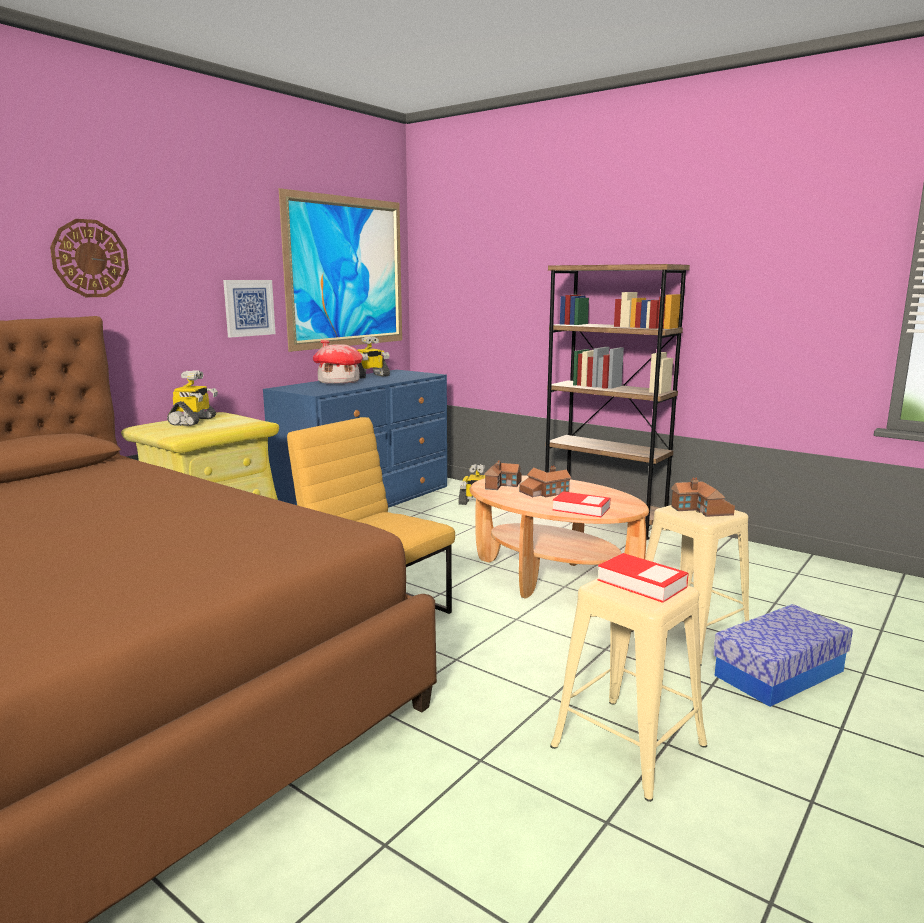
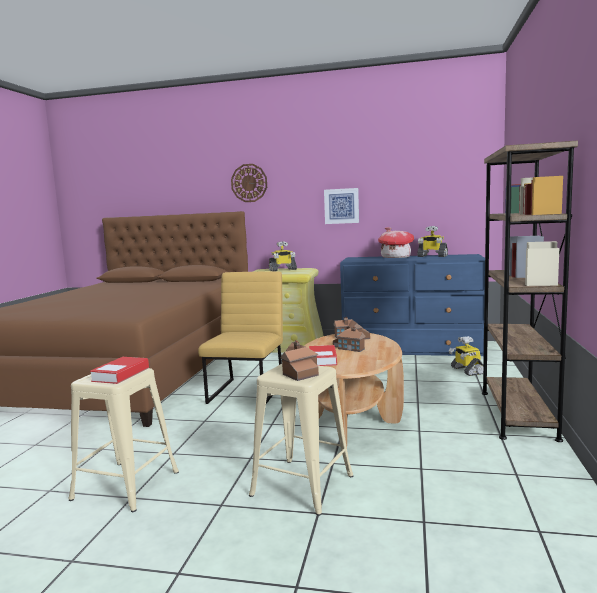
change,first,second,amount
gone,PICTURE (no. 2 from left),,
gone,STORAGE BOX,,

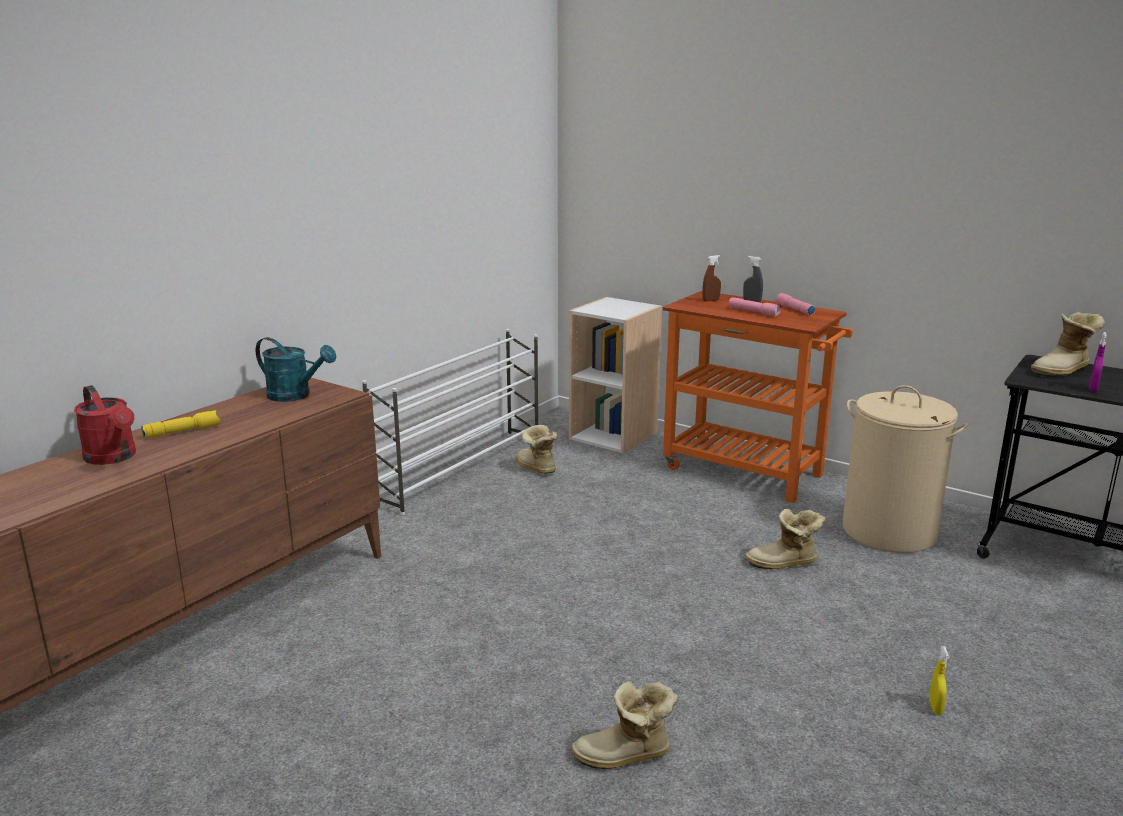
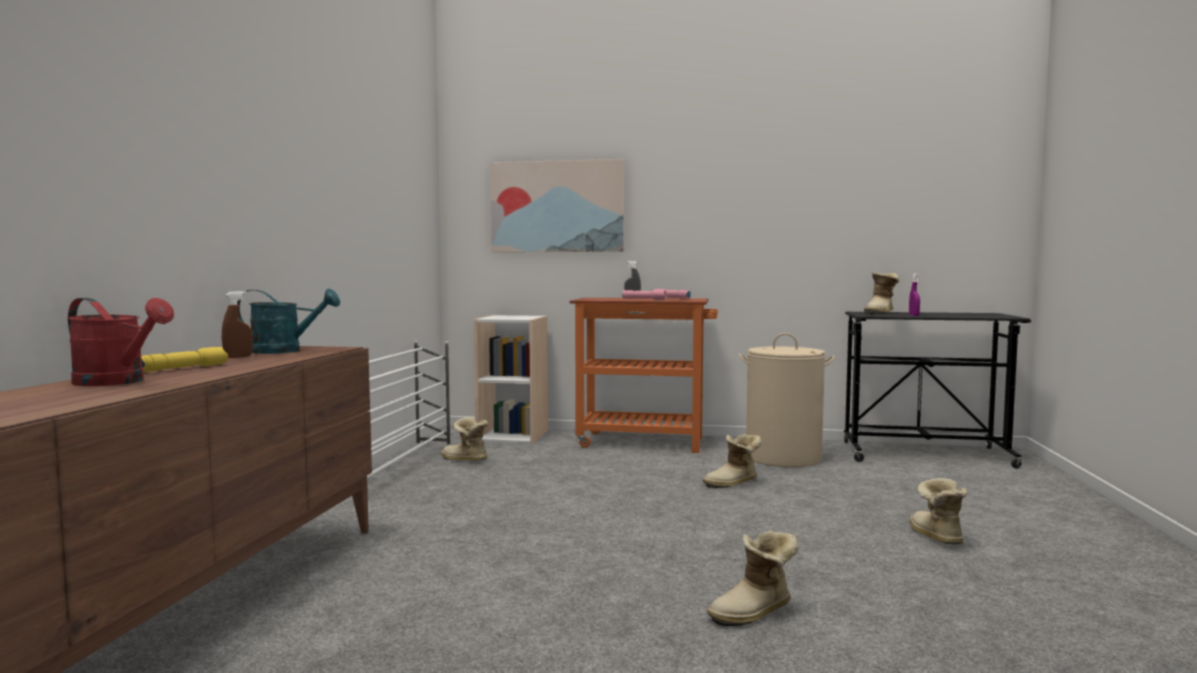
change,first,second,amount
shifted,BROWN SPRAY BOTTLE,,
new,,PICTURE,
swapped,YELLOW SPRAY BOTTLE,BOOT (no. 5 from left),

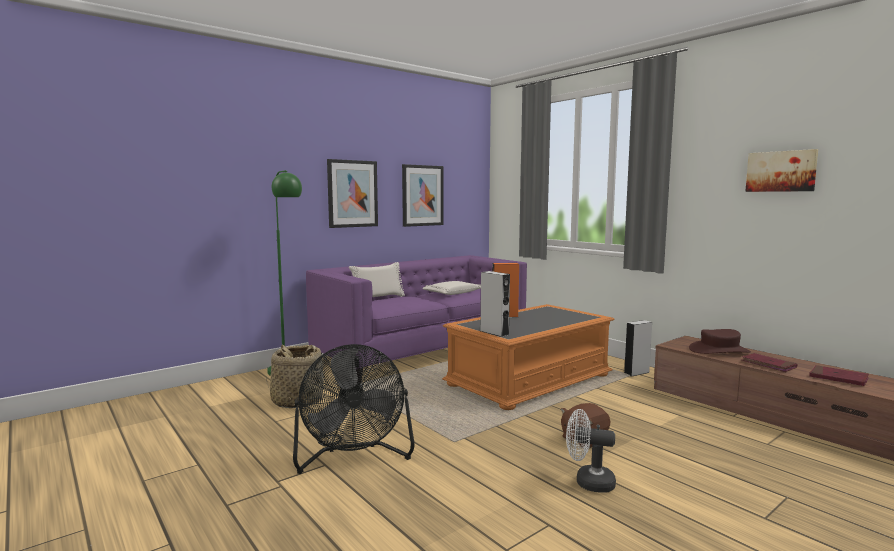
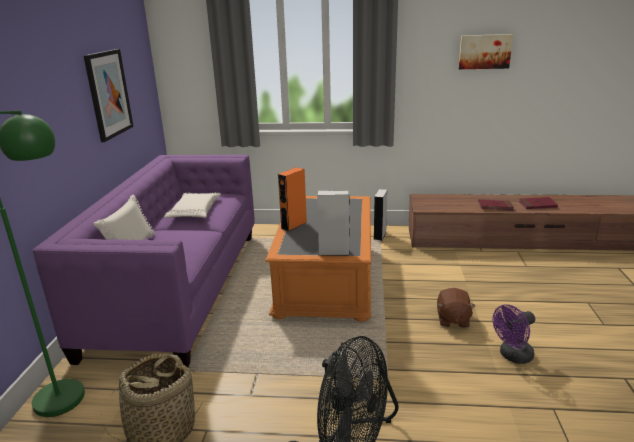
change,first,second,amount
repainted,WHITE FAN,PURPLE FAN,
gone,PICTURE (no. 1 from left),,
gone,BROWN HAT,,

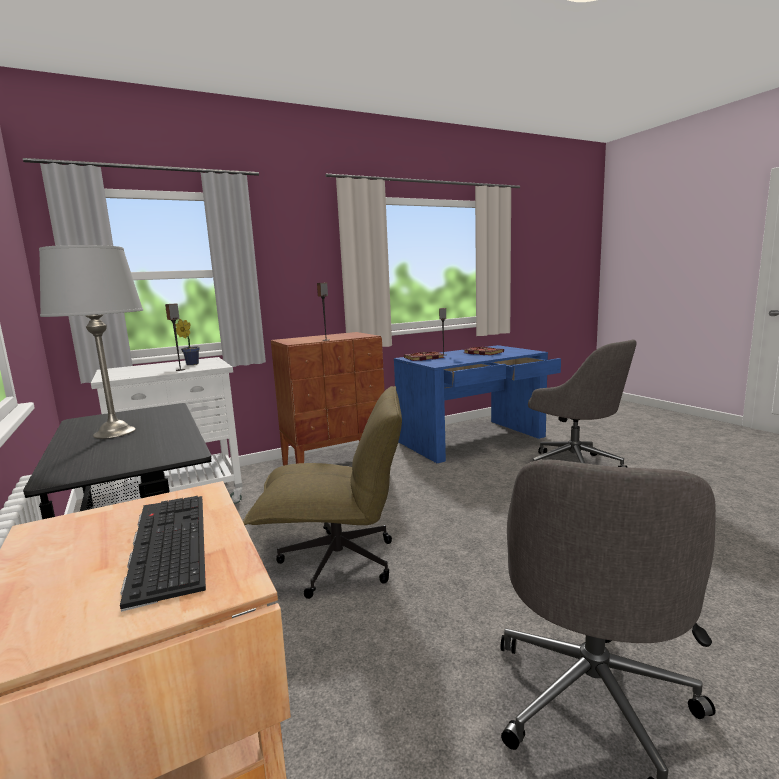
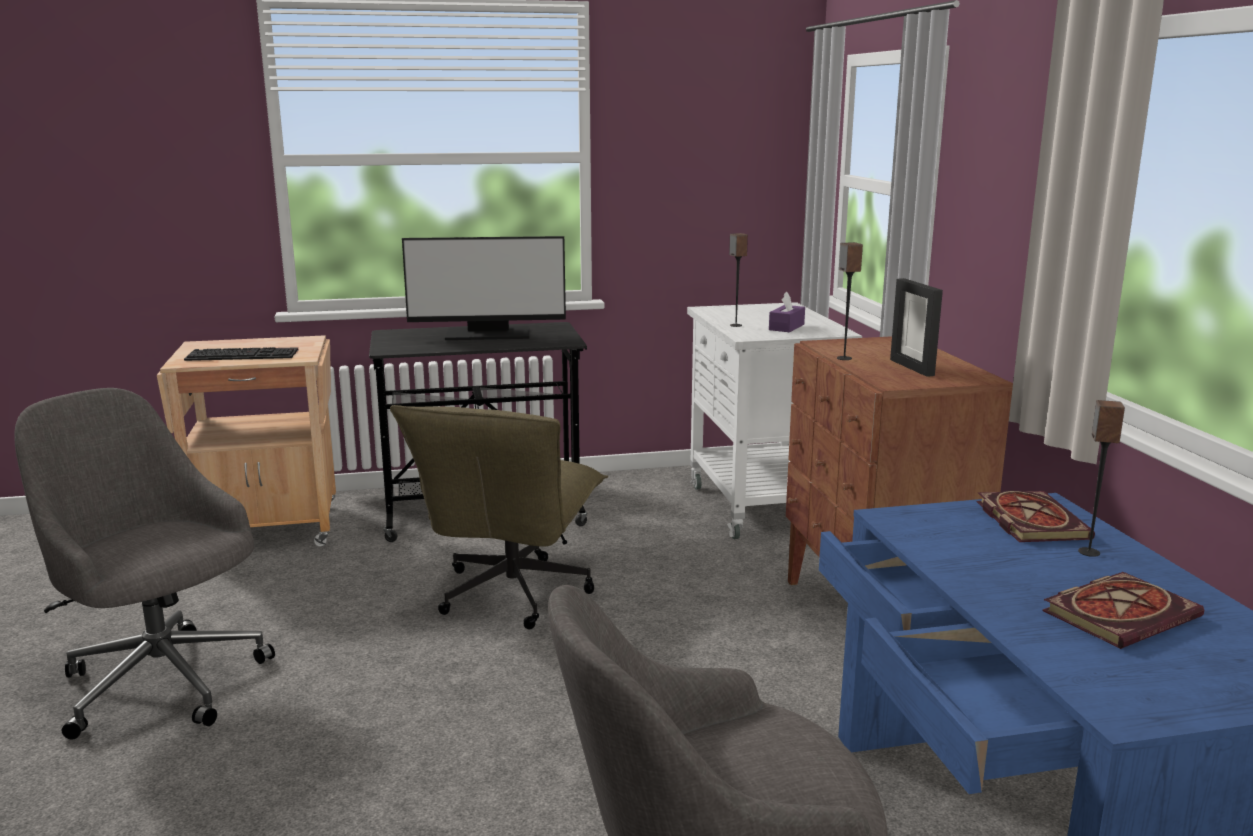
change,first,second,amount
swapped,GREY TABLE LAMP,MONITOR,
swapped,POTTED PLANT,PURPLE TISSUE BOX,
new,,PICTURE FRAME,

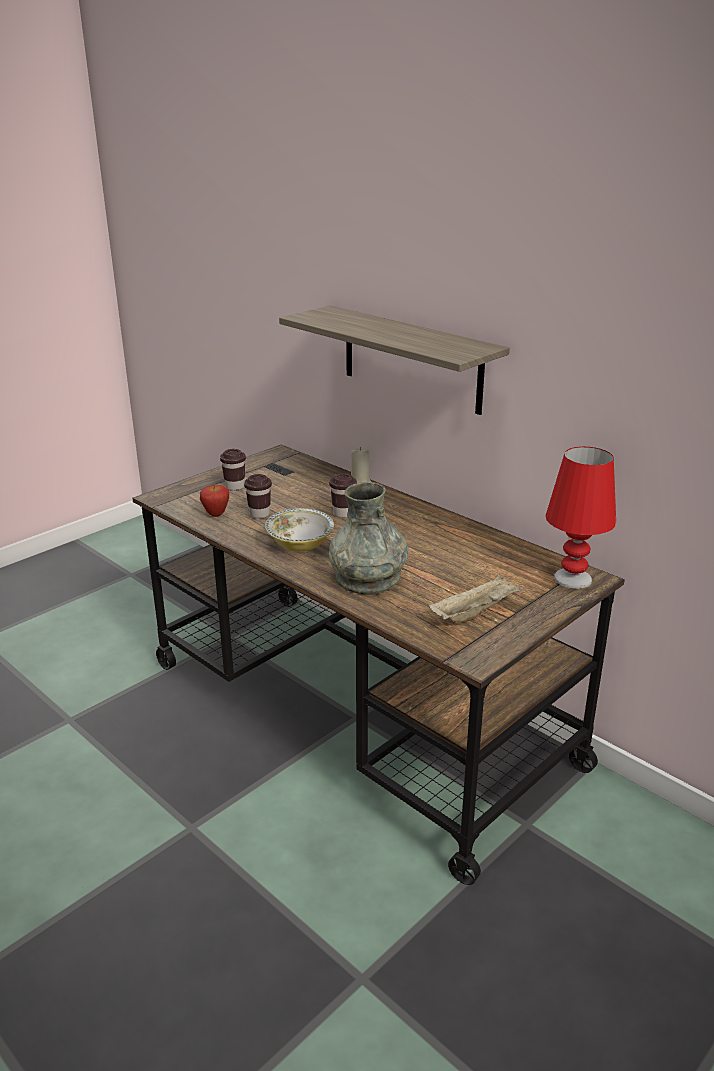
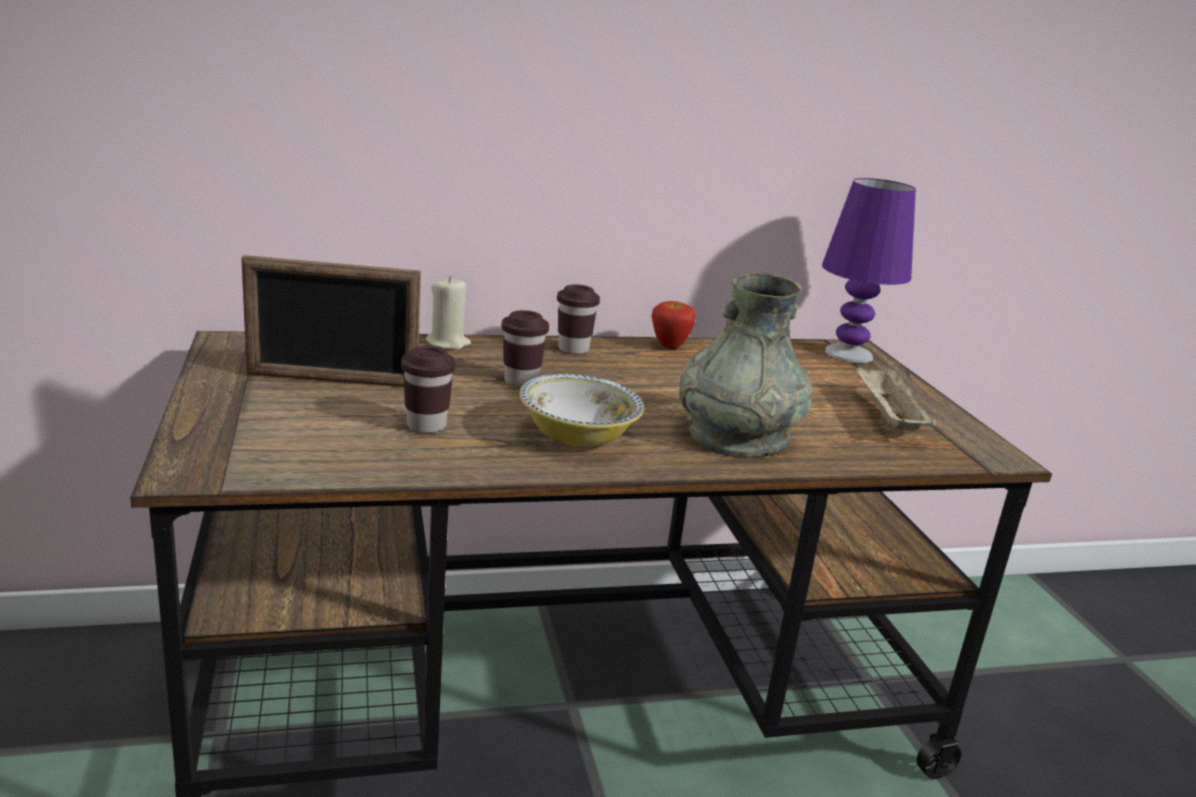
change,first,second,amount
new,,PICTURE FRAME,
shifted,BROWN CUP (no. 1 from left in the first image),BROWN CUP (no. 3 from left),
shifted,APPLE,,
repainted,RED TABLE LAMP,PURPLE TABLE LAMP,
gone,SHELF,,

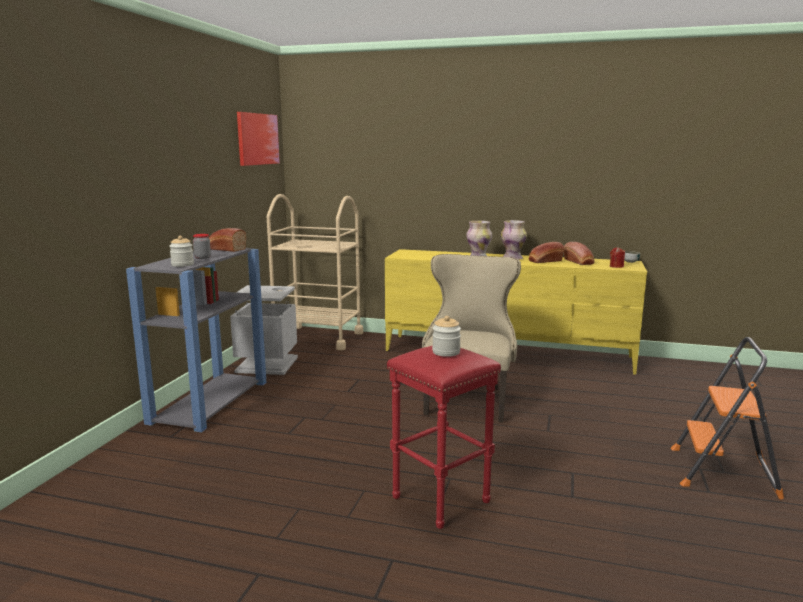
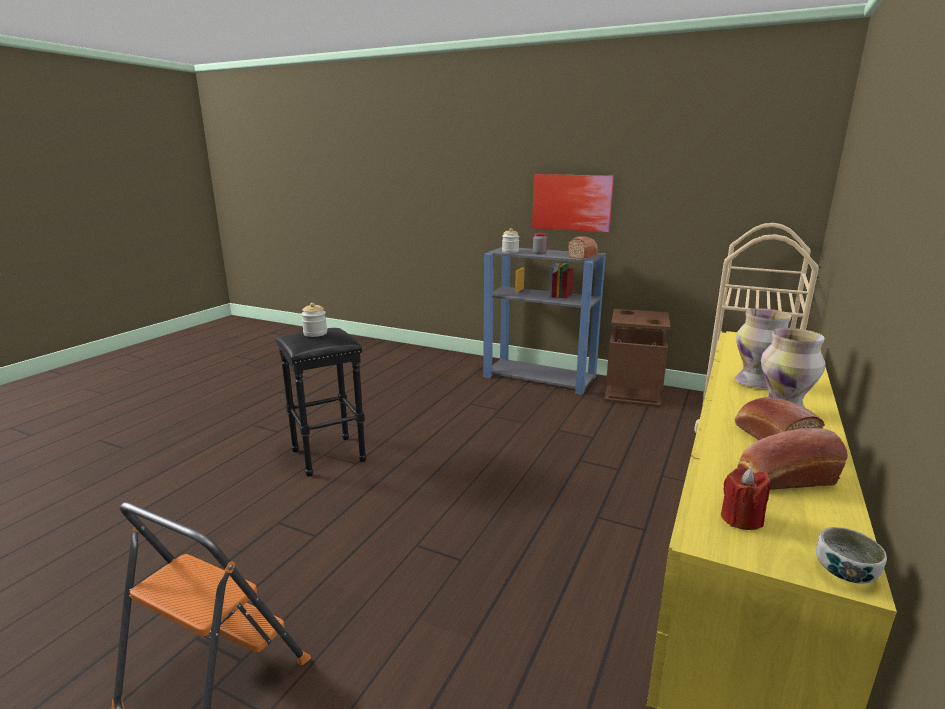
change,first,second,amount
repainted,RED STOOL,BLACK STOOL,
shifted,PICTURE,,
repainted,GREY TRASH CAN,BROWN TRASH CAN,
gone,BEIGE CHAIR,,

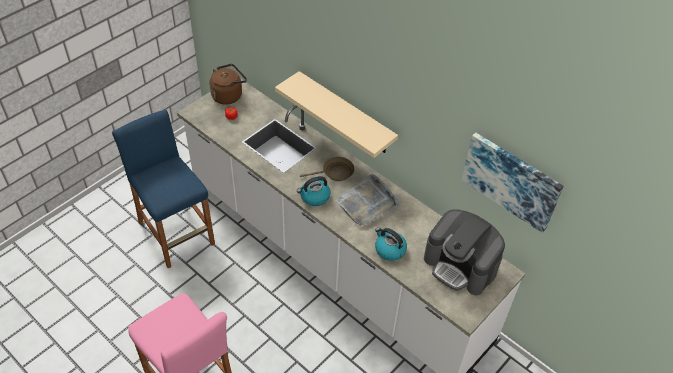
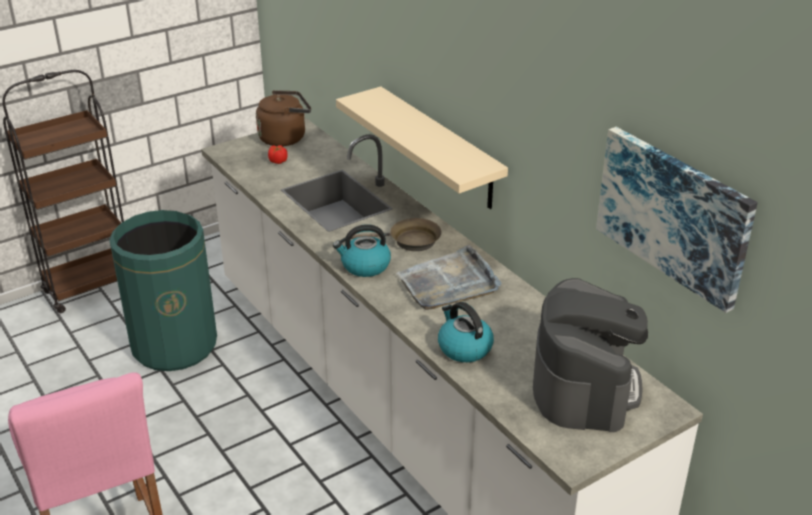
change,first,second,amount
new,,BROWN CART,
swapped,BLUE STOOL,GREEN TRASH CAN,
rotated,COFFEE MACHINE,,135 degrees counterclockwise

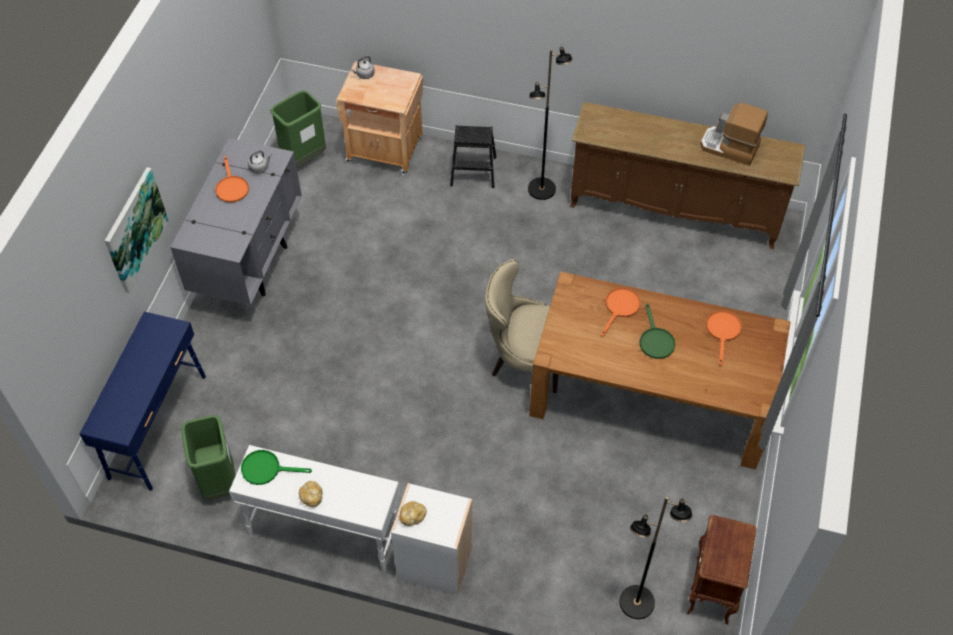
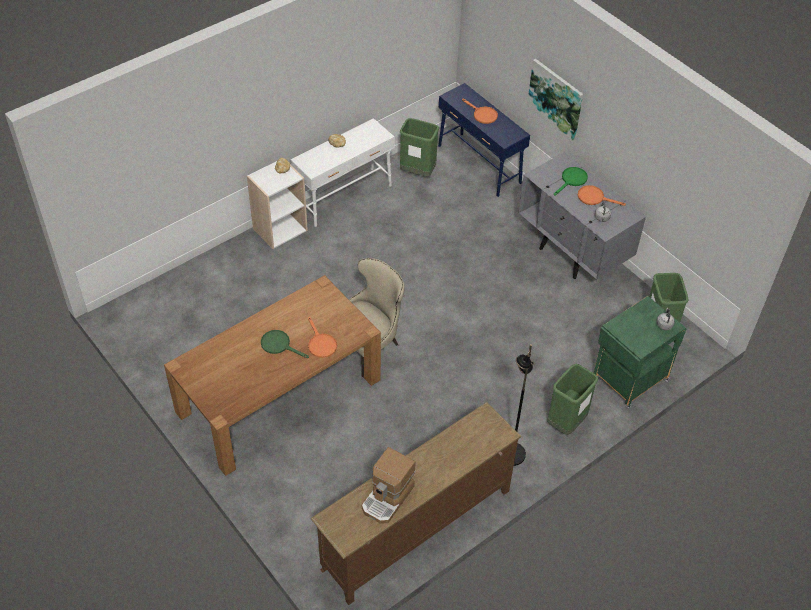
change,first,second,amount
rotated,COFFEE MACHINE,,150 degrees clockwise
shifted,ORANGE FRYING PAN (no. 3 from left in the first image),ORANGE FRYING PAN (no. 2 from left),
swapped,BLACK STEP LADDER,GREEN TRASH CAN (no. 2 from left),
shifted,GREEN FRYING PAN (no. 1 from left in the first image),GREEN FRYING PAN (no. 2 from left),
repainted,BROWN CART,GREEN CART,
gone,BLACK FLOOR LAMP (no. 2 from left),,
gone,BROWN NIGHTSTAND,,

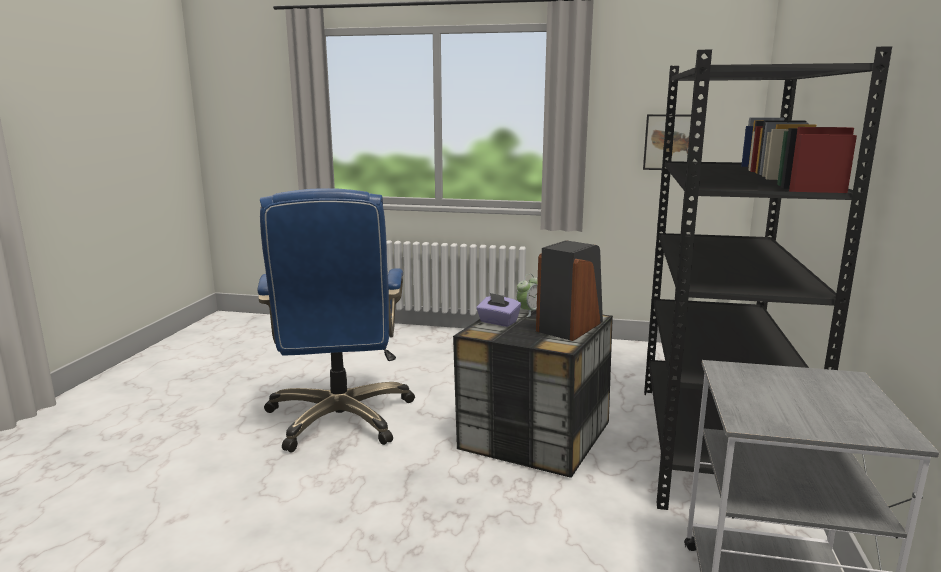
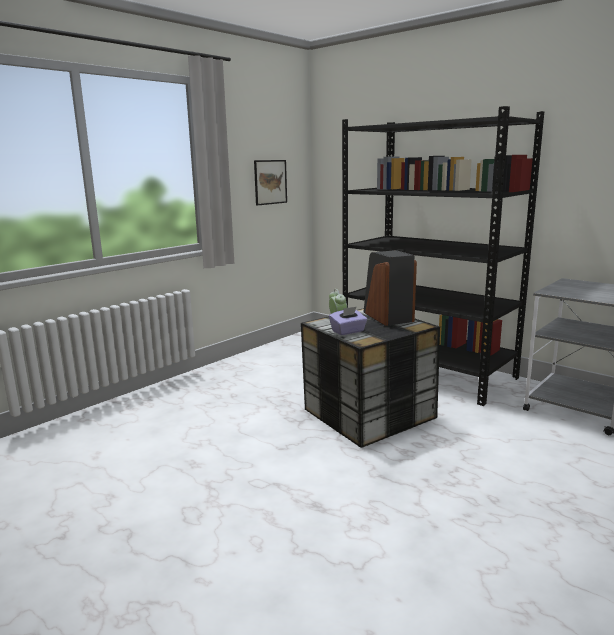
change,first,second,amount
gone,BLUE OFFICE CHAIR,,

